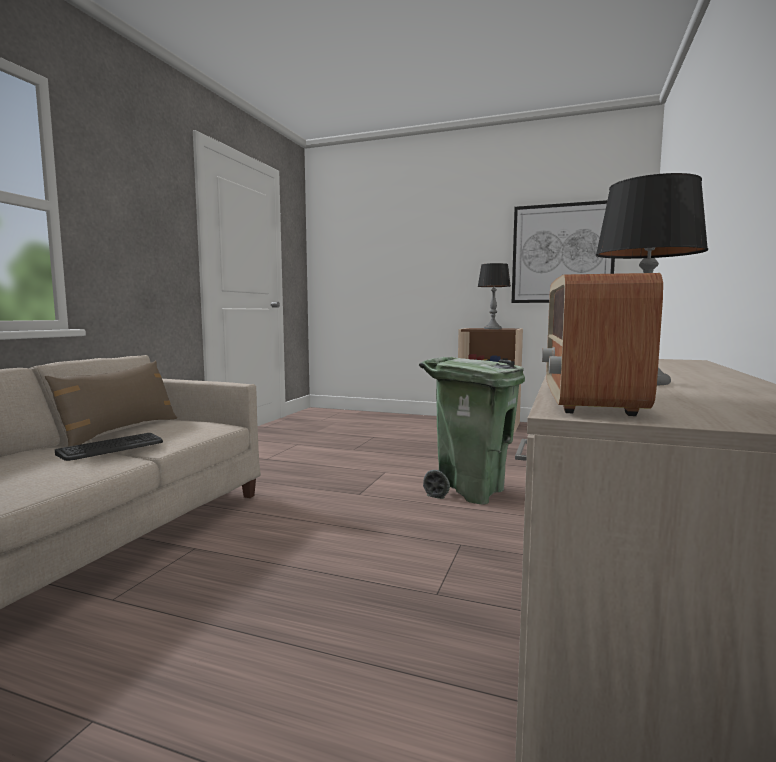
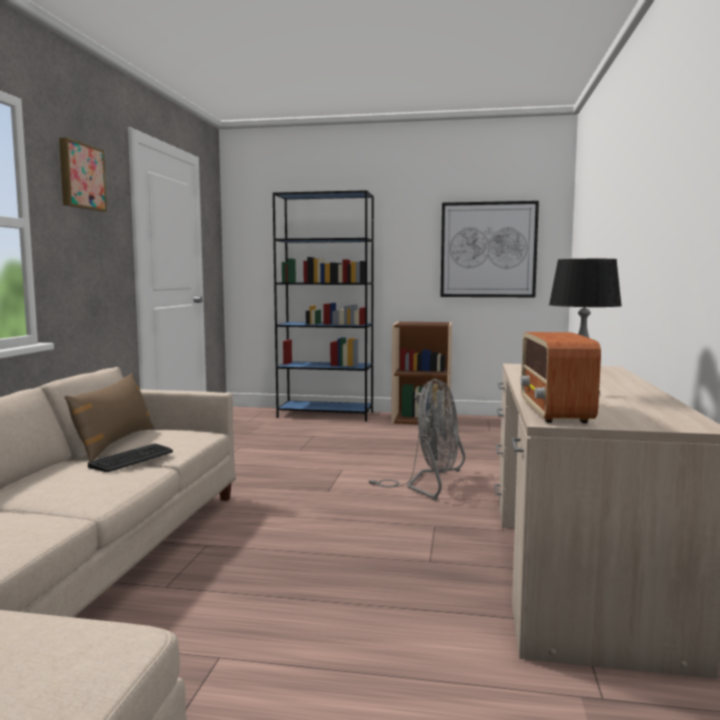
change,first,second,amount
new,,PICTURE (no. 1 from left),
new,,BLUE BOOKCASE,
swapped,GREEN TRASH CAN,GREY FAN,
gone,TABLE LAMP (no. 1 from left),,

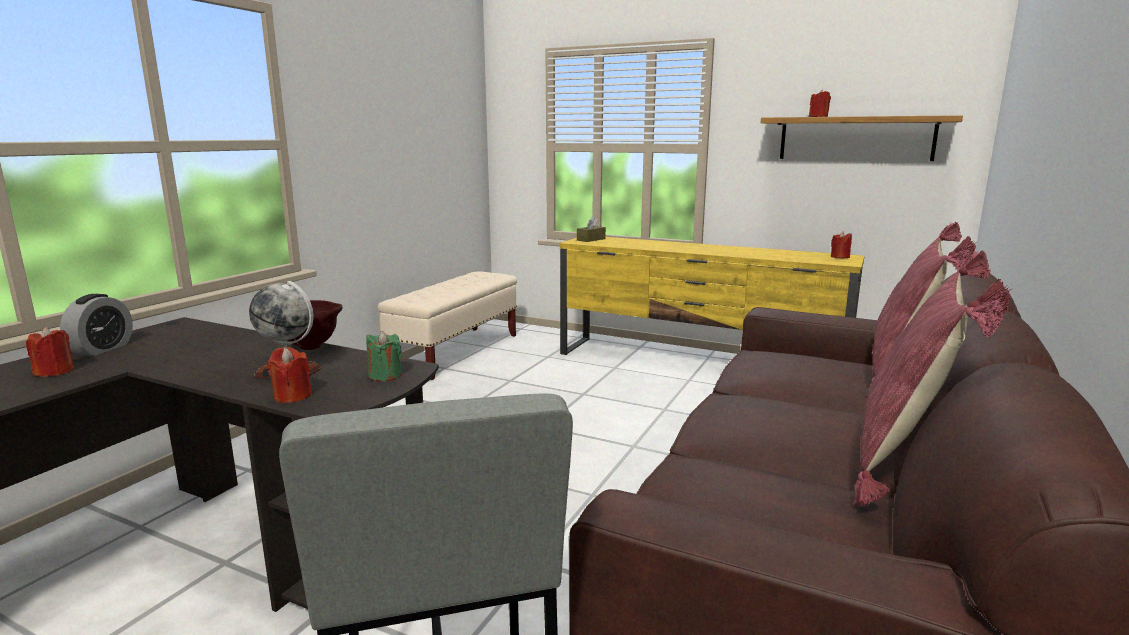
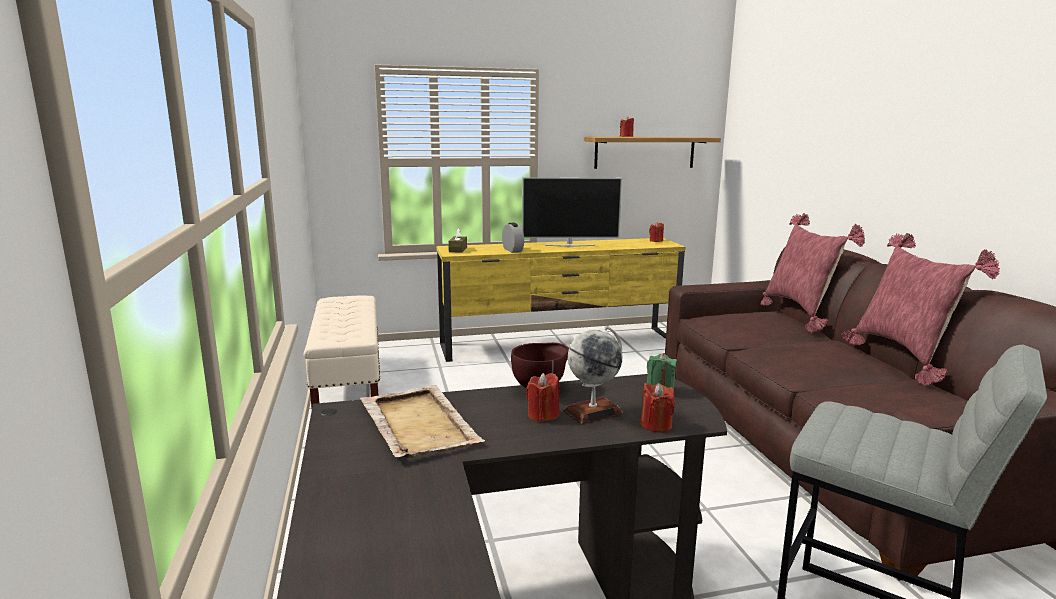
change,first,second,amount
new,,BEIGE TRAY,
shifted,ALARM CLOCK,,
new,,TELEVISION,
shifted,RED CANDLE (no. 1 from left),,

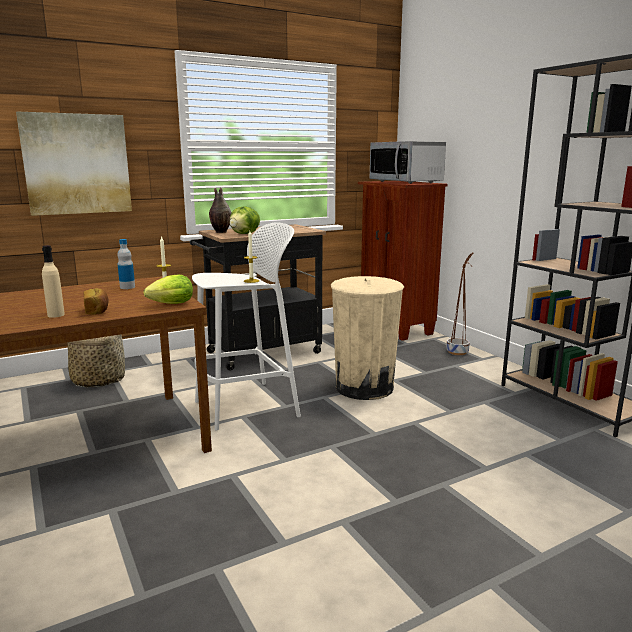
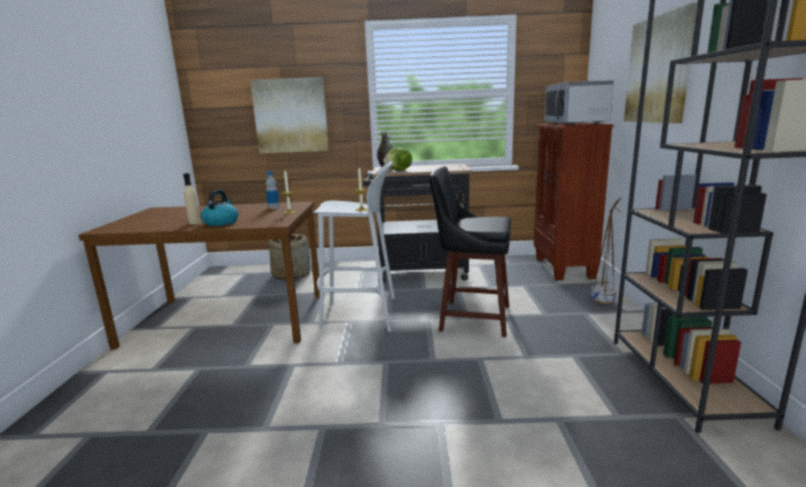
change,first,second,amount
swapped,BREAD,KETTLE,
swapped,BEIGE TRASH CAN,BLACK CHAIR,
new,,PICTURE (no. 2 from left),
gone,LETTUCE (no. 1 from left),,

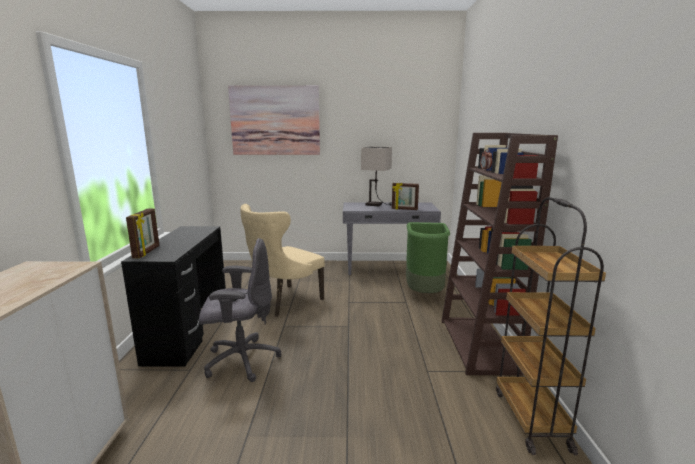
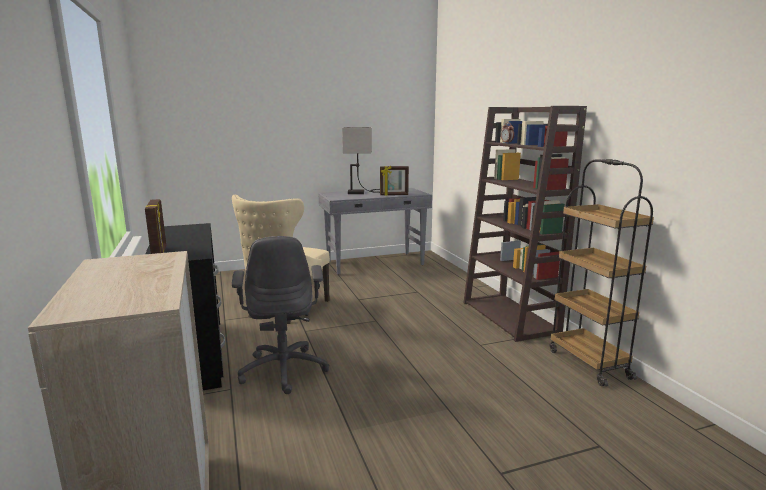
change,first,second,amount
rotated,GREY OFFICE CHAIR,,105 degrees clockwise
gone,PICTURE,,
gone,GREEN TRASH CAN,,

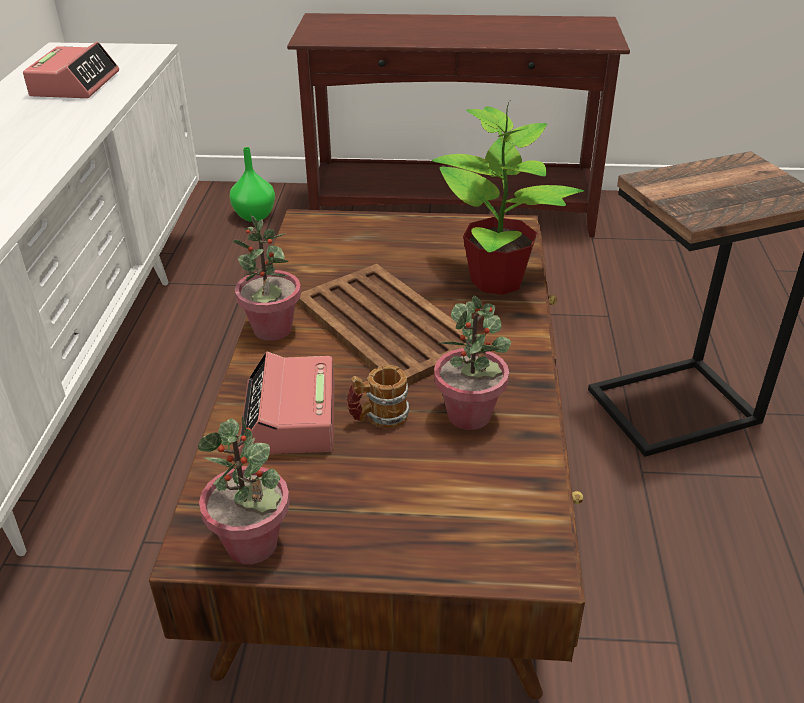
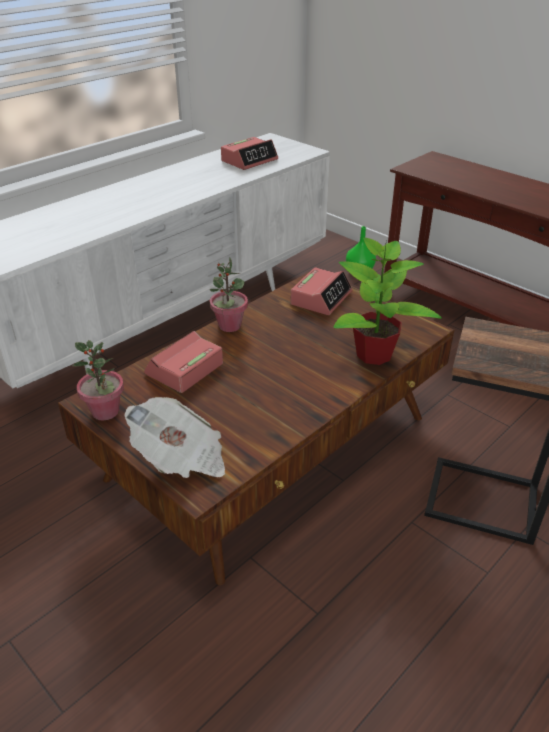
change,first,second,amount
new,,NEWSPAPER,
new,,ALARM CLOCK (no. 3 from left),
gone,BROWN TRAY,,
gone,MUG,,
gone,POTTED PLANT (no. 3 from left),,

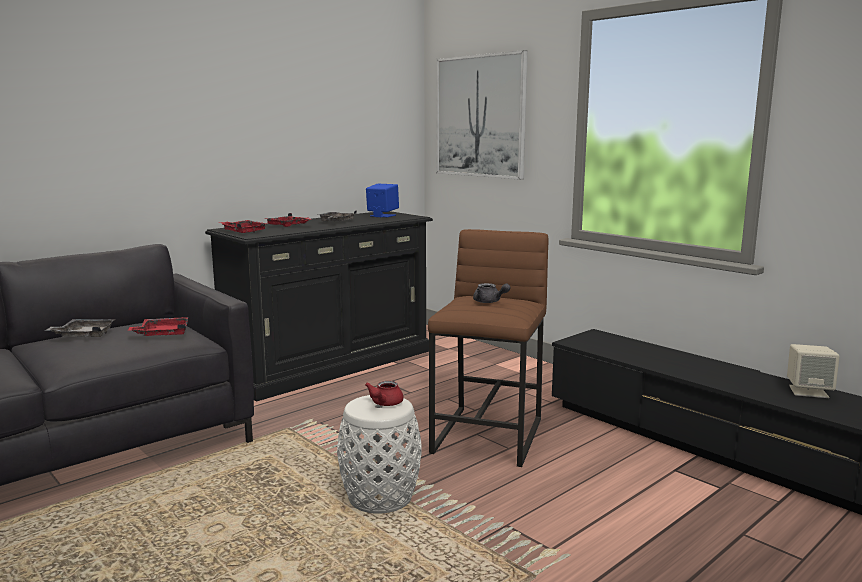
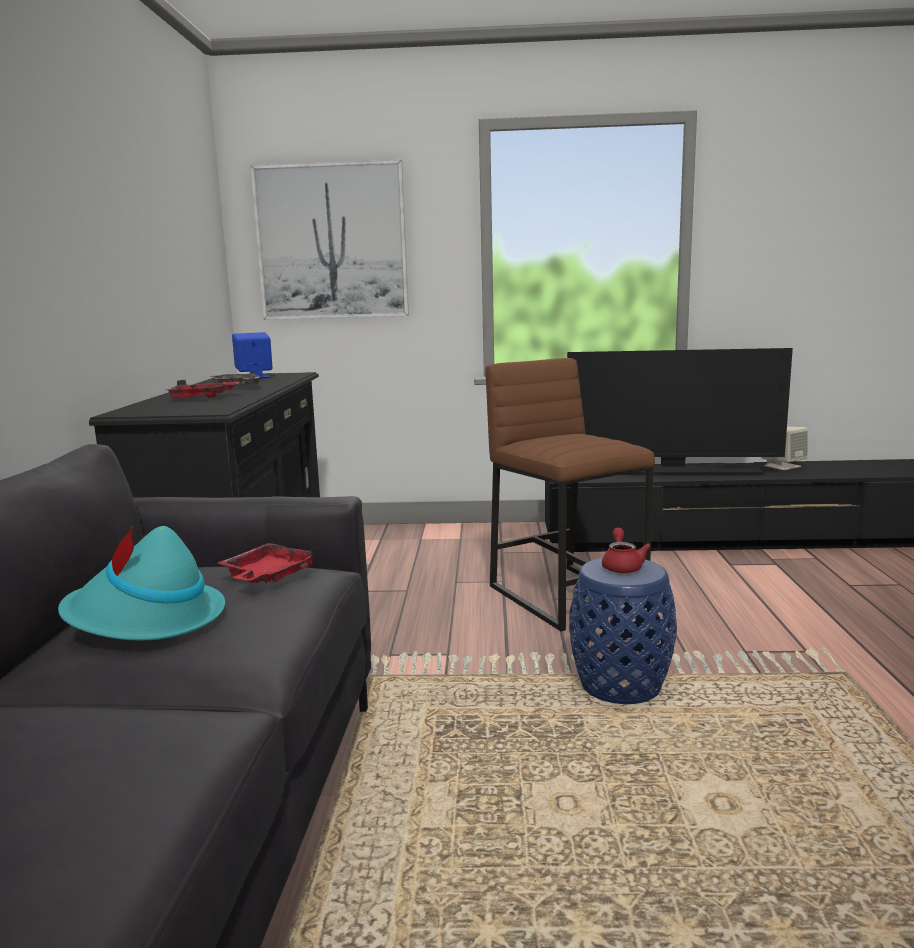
change,first,second,amount
swapped,GREY TRAY (no. 1 from left),TURQUOISE HAT,
new,,TELEVISION,
repainted,WHITE STOOL,BLUE STOOL,
rotated,RED TEAPOT,,150 degrees counterclockwise
gone,RED TRAY (no. 2 from left),,
gone,GREY TEAPOT,,

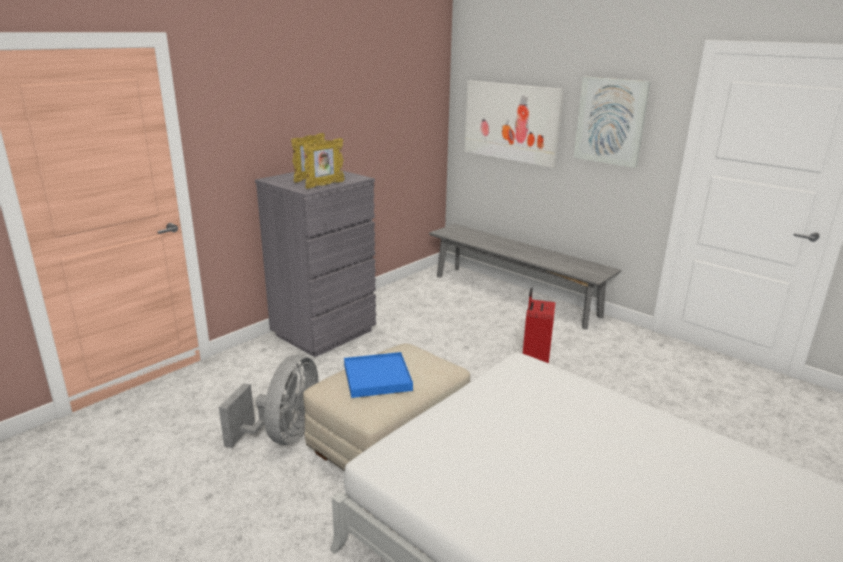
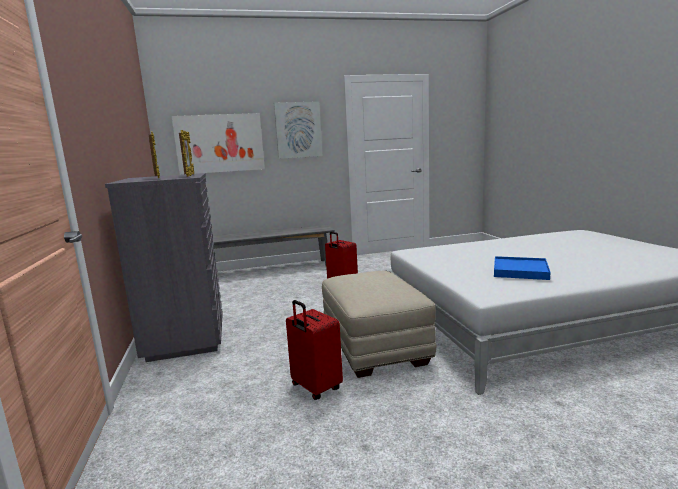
change,first,second,amount
swapped,GREY FAN,RED SUITCASE (no. 1 from left),
shifted,BLUE TRAY,,

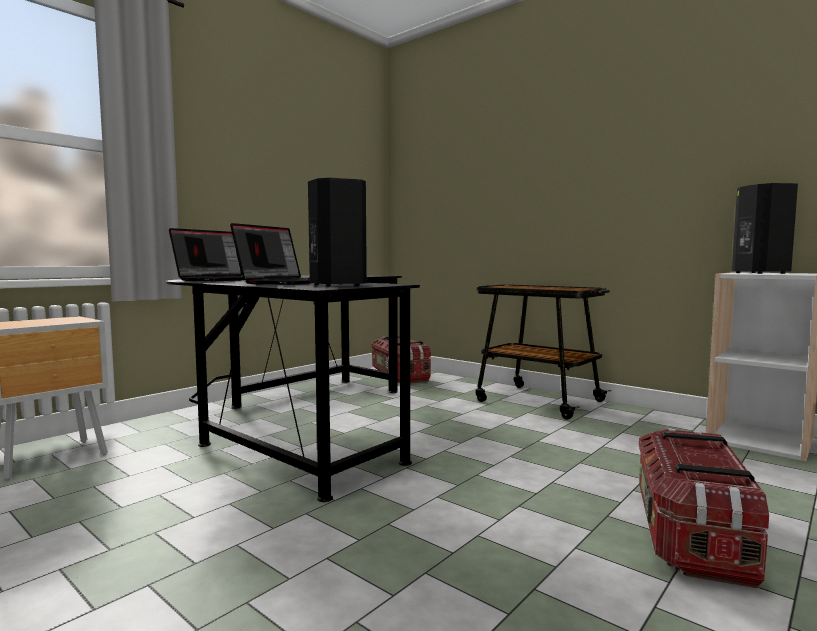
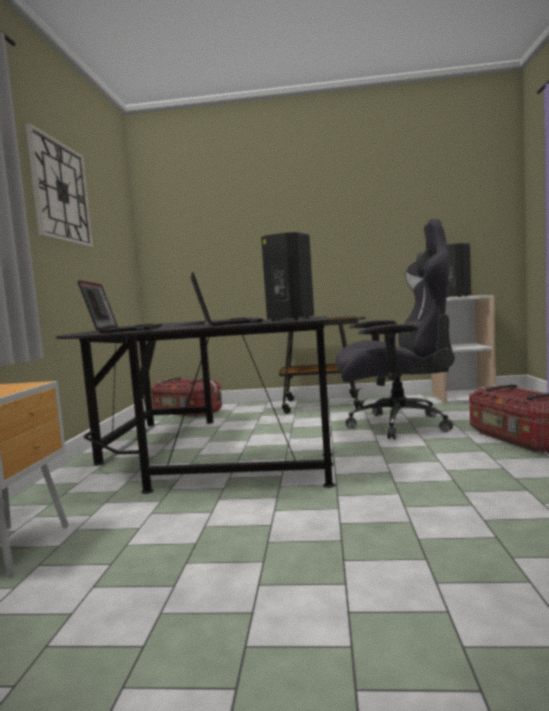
change,first,second,amount
new,,WALL CLOCK,
new,,BLACK OFFICE CHAIR,

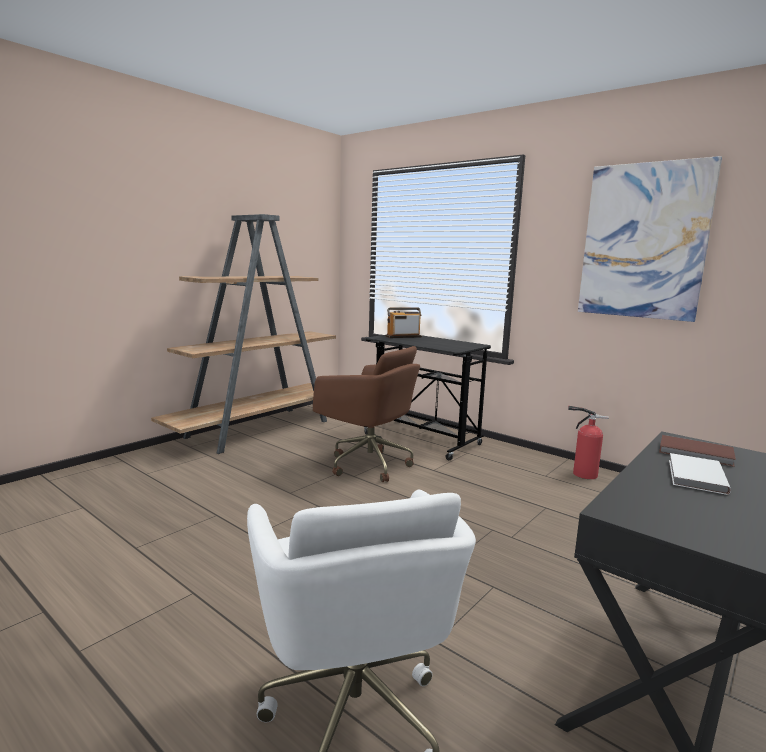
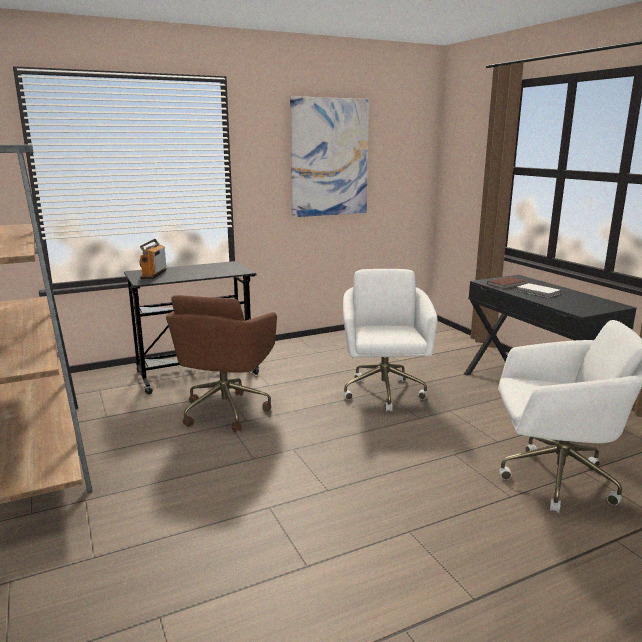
change,first,second,amount
rotated,BROWN OFFICE CHAIR,,135 degrees clockwise
new,,WHITE OFFICE CHAIR (no. 1 from left),
gone,FIRE EXTINGUISHER,,

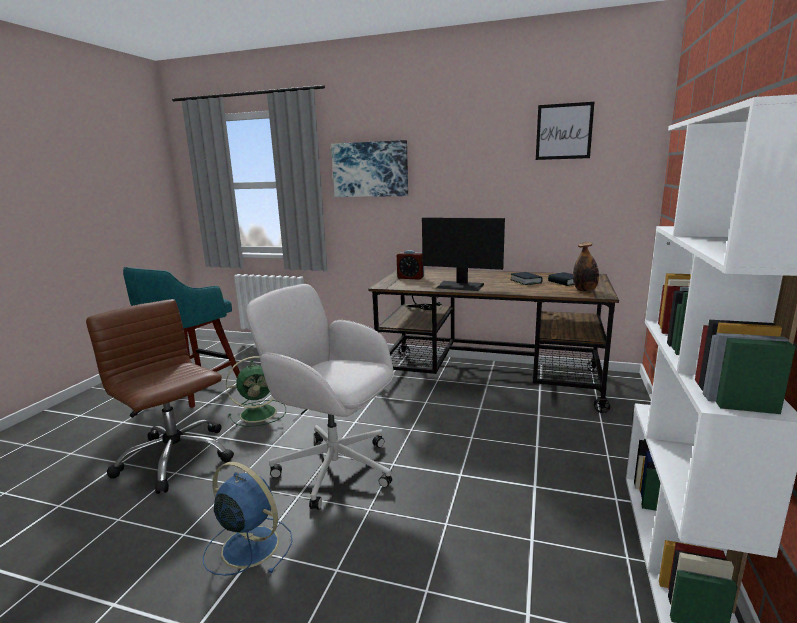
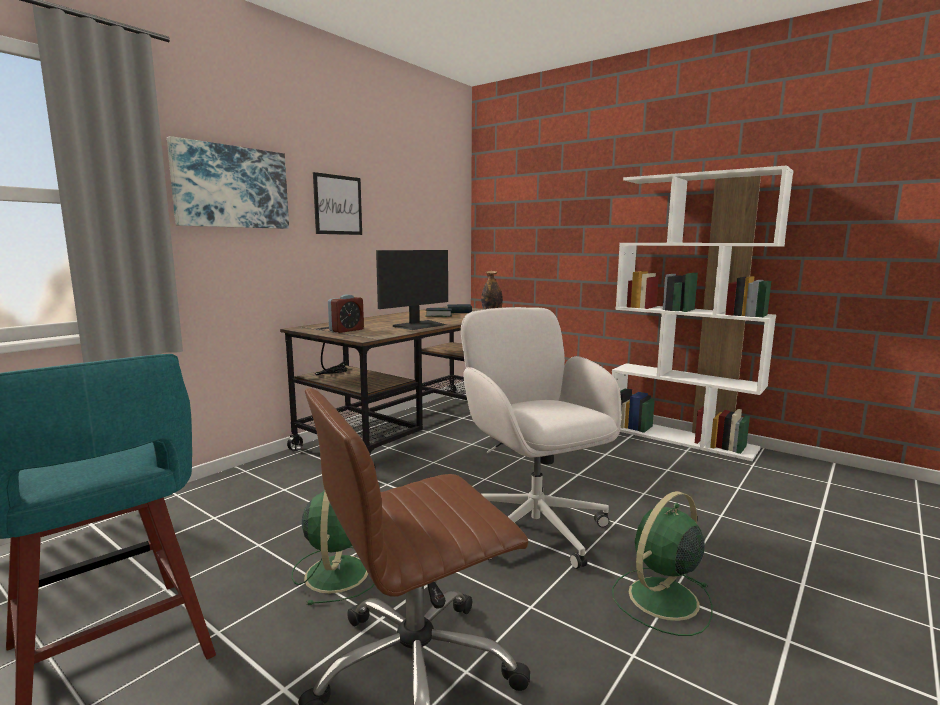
change,first,second,amount
shifted,PICTURE (no. 2 from left),,
rotated,WHITE OFFICE CHAIR,,105 degrees clockwise
repainted,BLUE FAN,GREEN FAN (no. 2 from left),

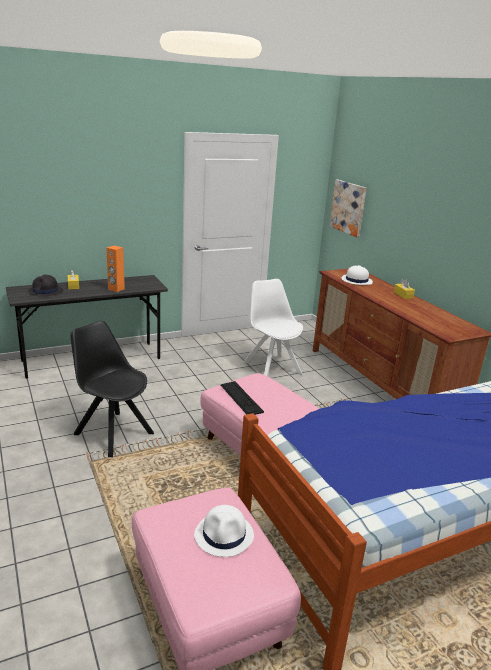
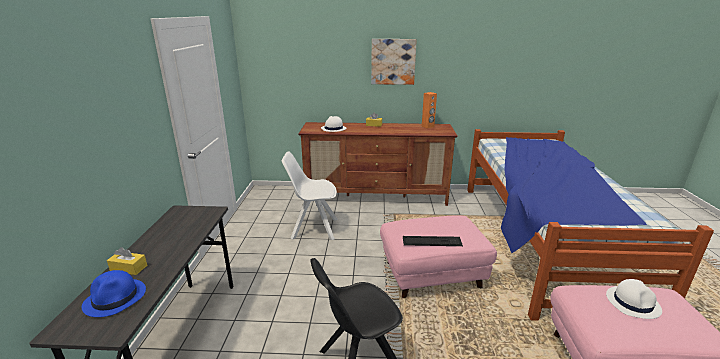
change,first,second,amount
repainted,BLACK HAT,BLUE HAT,
shifted,PICTURE,,
shifted,ORANGE SPEAKER,,

